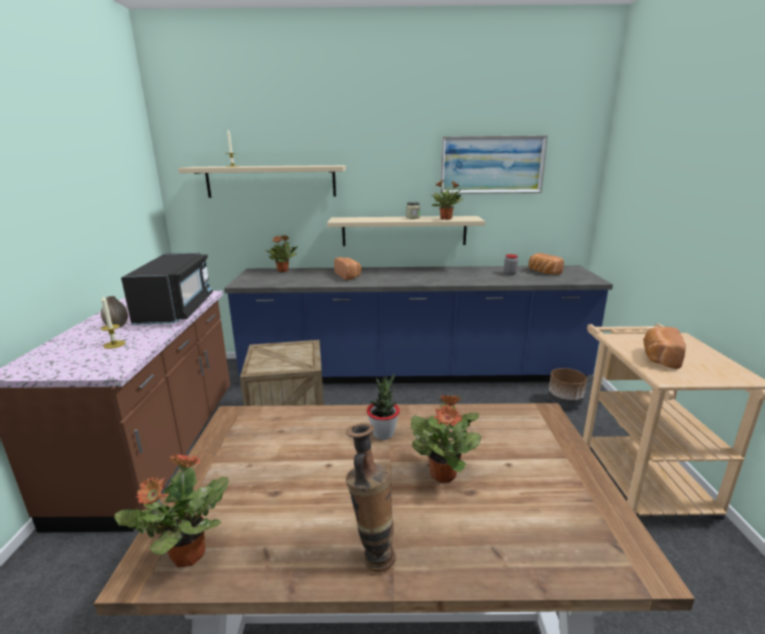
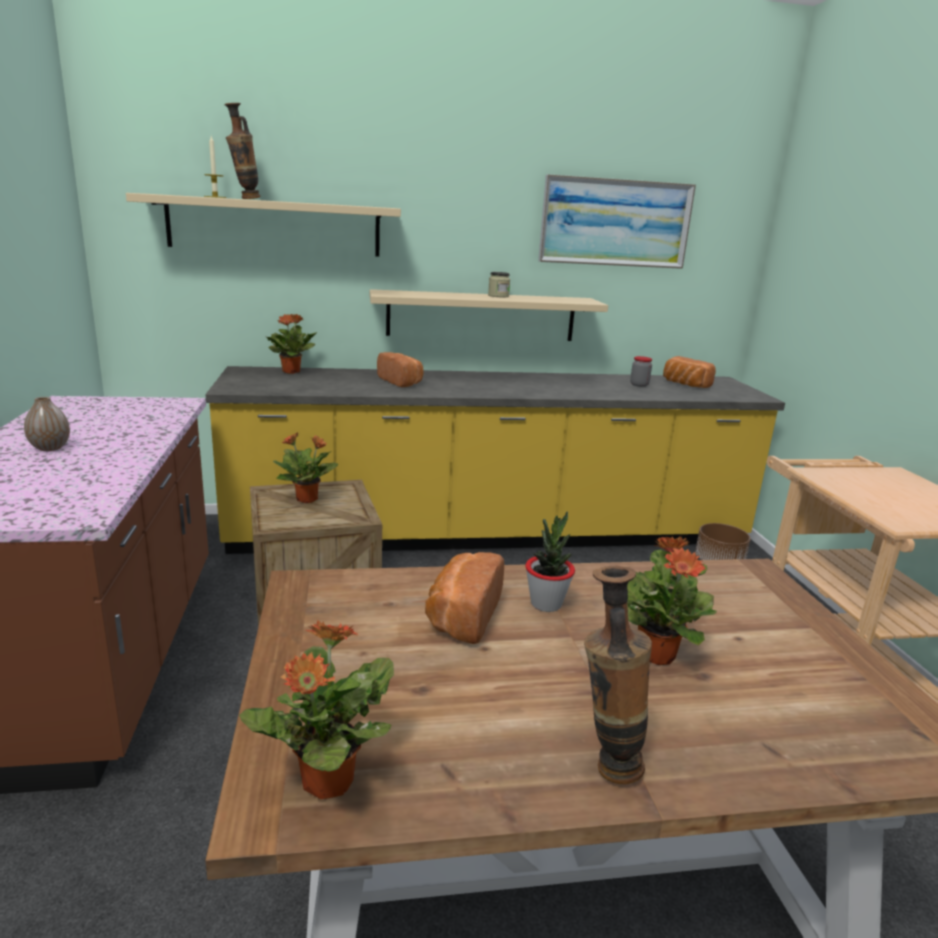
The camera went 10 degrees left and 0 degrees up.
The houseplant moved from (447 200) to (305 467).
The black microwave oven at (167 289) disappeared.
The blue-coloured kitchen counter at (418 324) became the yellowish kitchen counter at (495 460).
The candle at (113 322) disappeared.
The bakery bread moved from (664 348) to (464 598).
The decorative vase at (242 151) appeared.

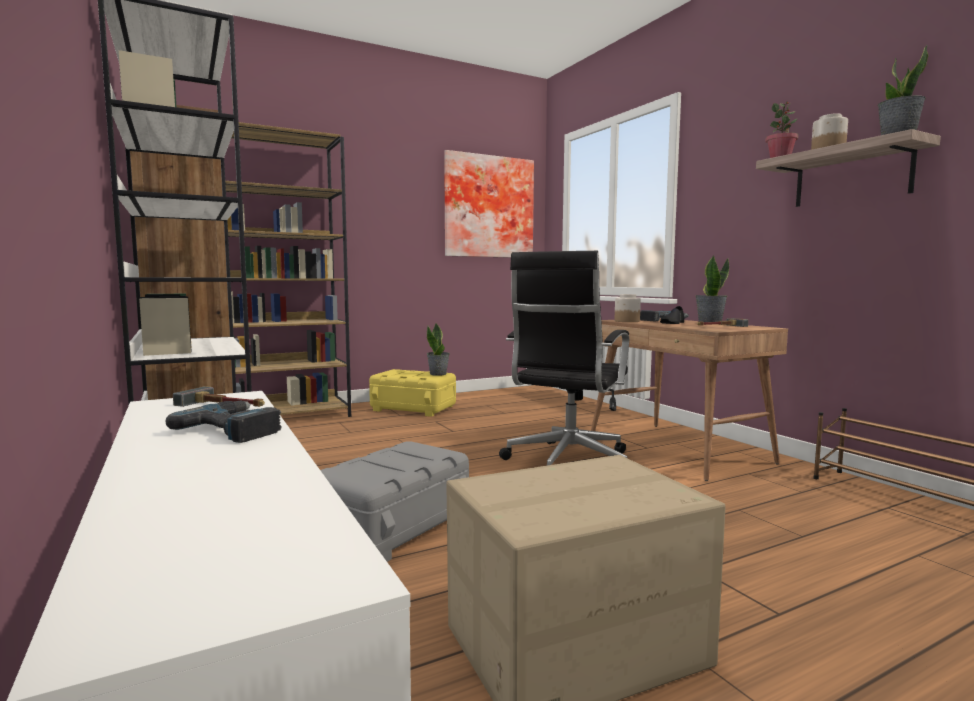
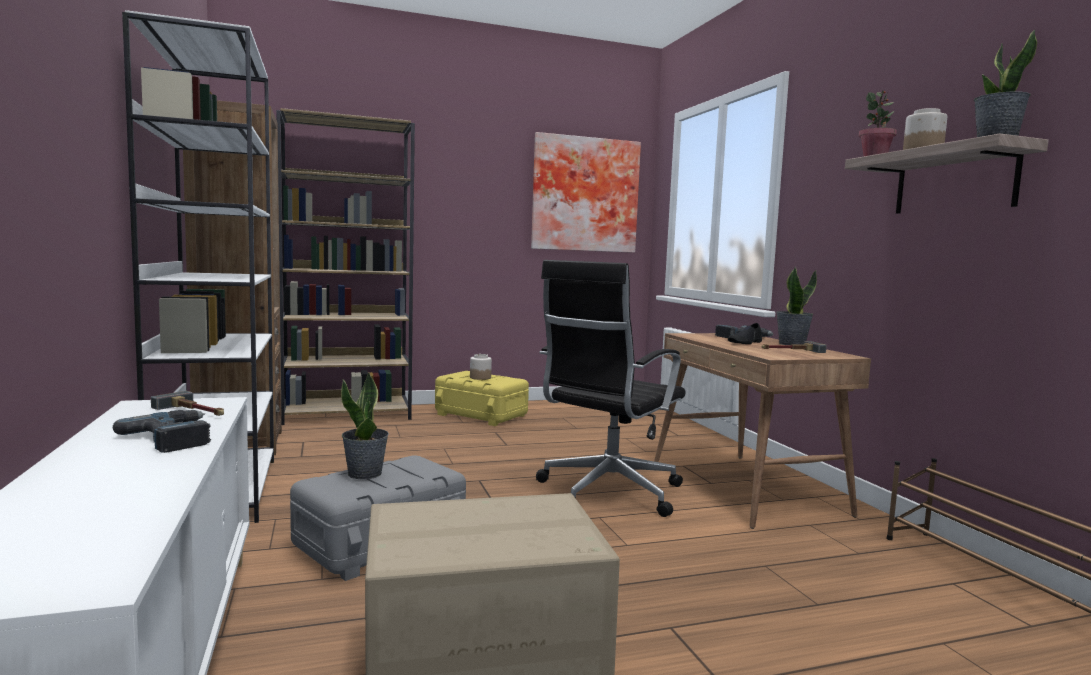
The camera went 10 degrees right and 0 degrees up.
The jar moved from (628 308) to (481 367).
The houseplant moved from (438 349) to (365 426).

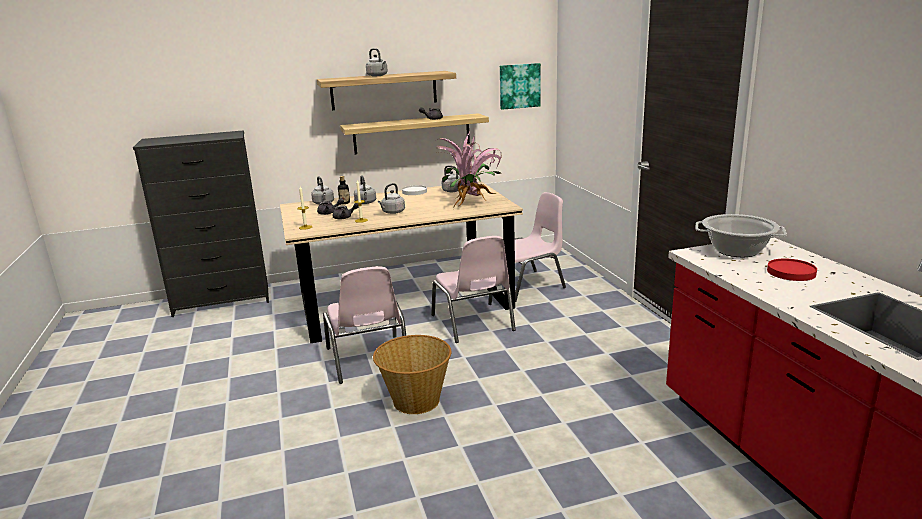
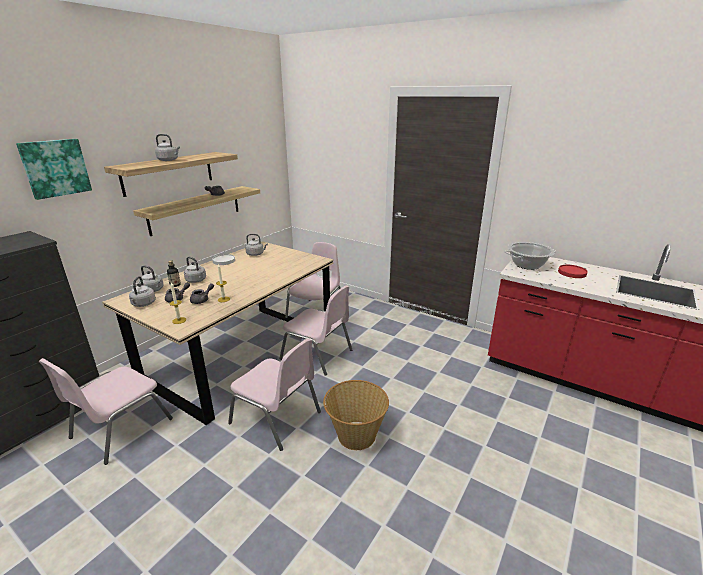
The camera went 40 degrees left and 5 degrees up.
The wall picture moved from (520 86) to (54 169).
The houseplant at (469 169) disappeared.
The grey tea kettle moved from (391 198) to (142 291).
The pinkish upright chair at (106 411) appeared.

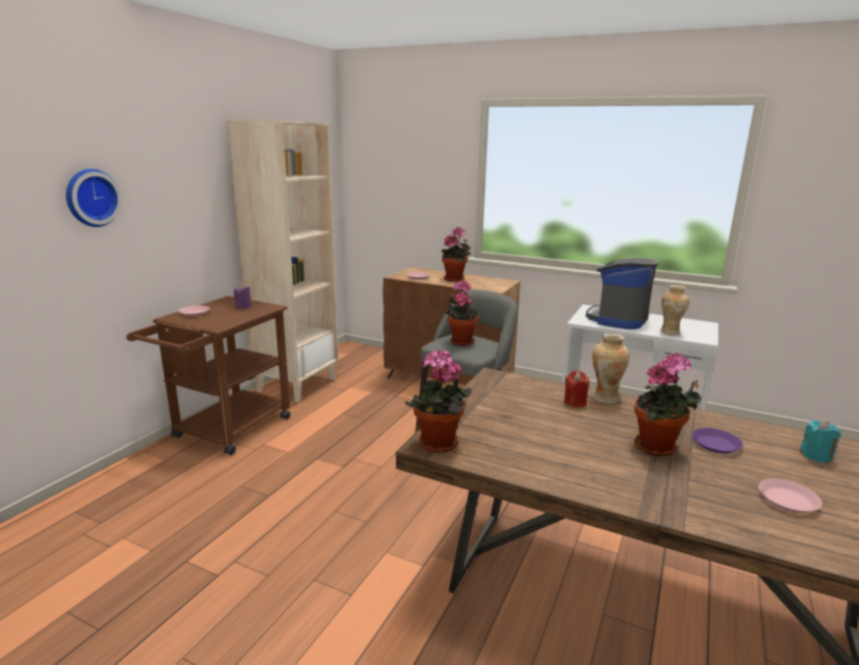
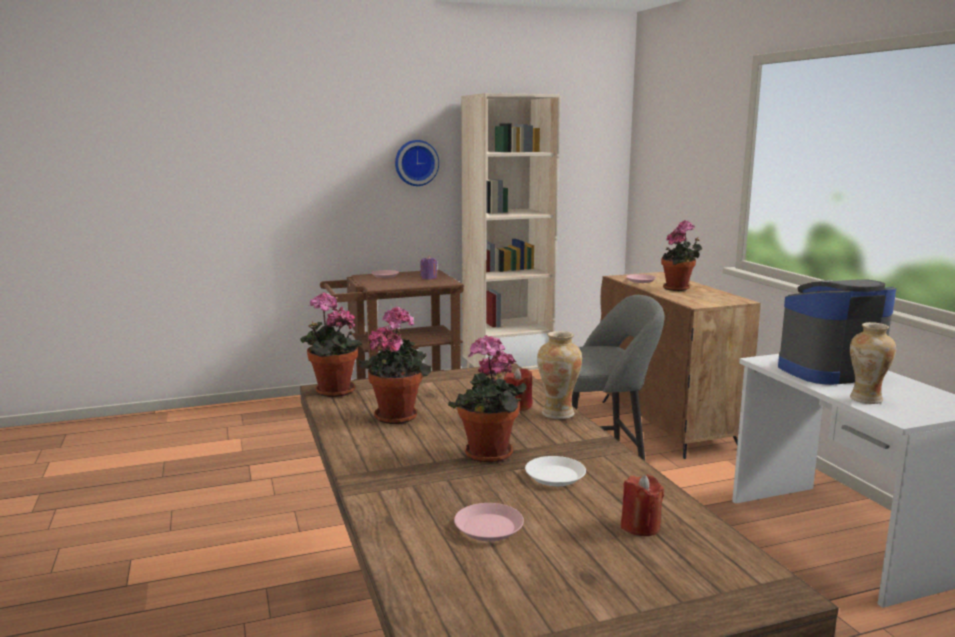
The camera went 45 degrees right and 5 degrees down.
The hanging clock moved from (94 198) to (417 163).
The houseplant moved from (461 313) to (395 365).
The blue-green candle at (820 441) became the reddish candle at (642 505).
The purplish dinner plate at (717 441) became the white-coloured dinner plate at (555 471).

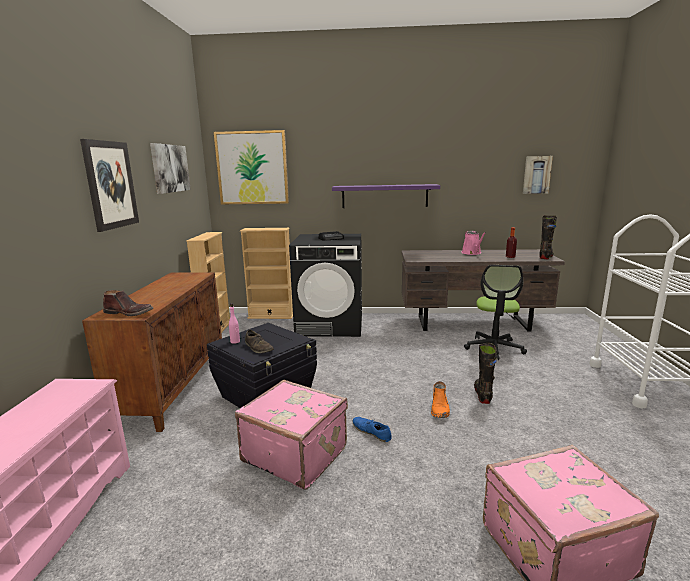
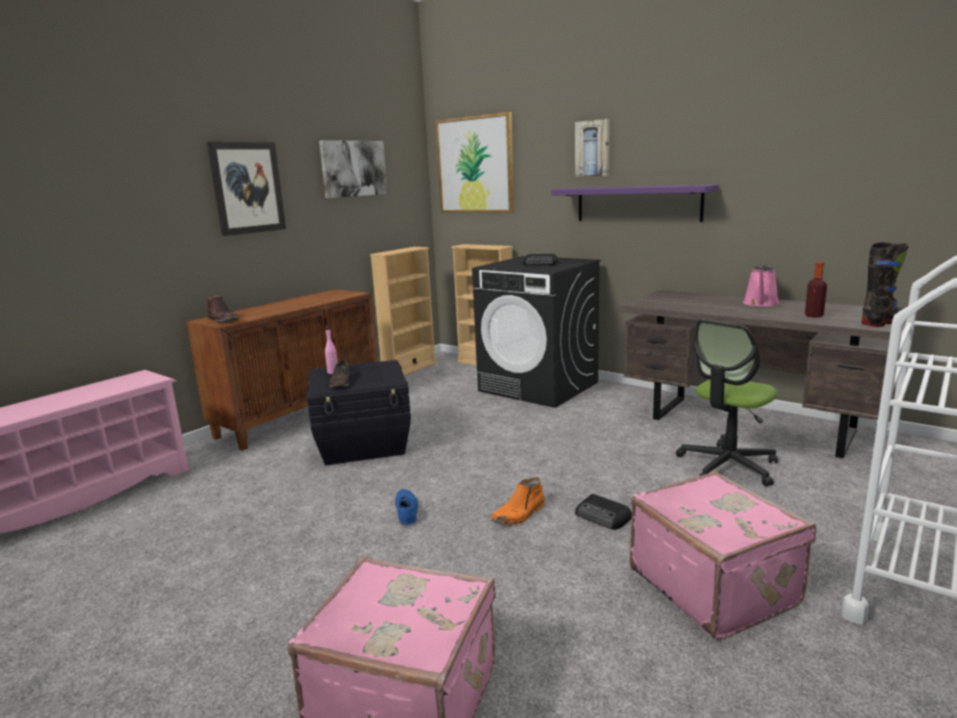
The camera went 35 degrees right and 0 degrees up.
The wall picture moved from (538 175) to (592 148).
The black high-top boot at (485 373) was replaced by the radio receiver at (603 512).
The pinkish travel case moved from (291 435) to (722 555).

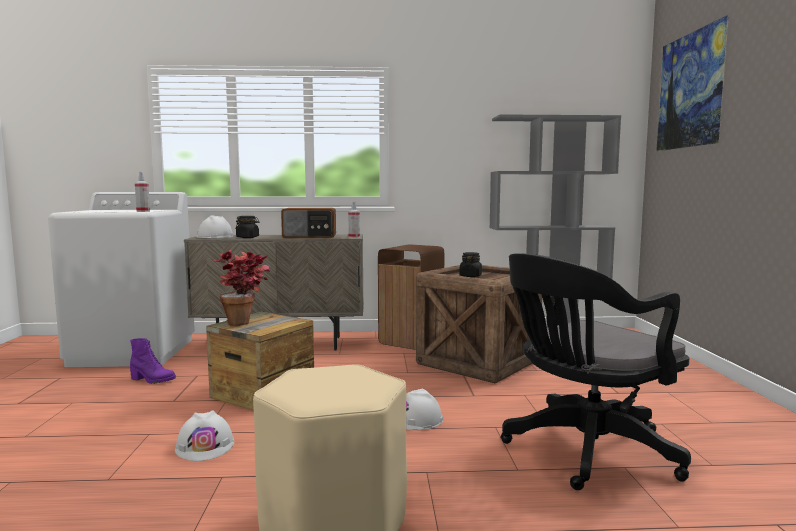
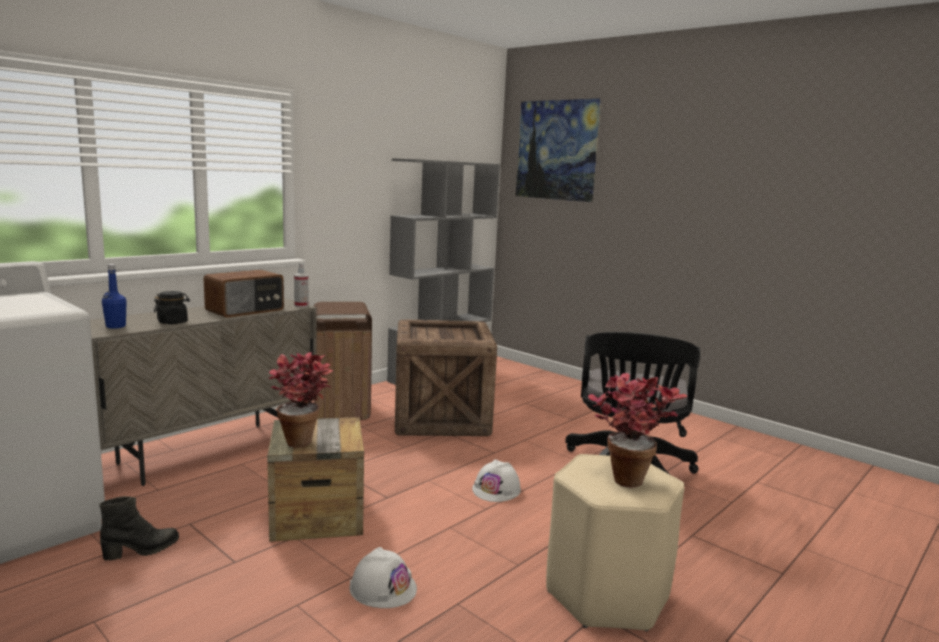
The camera went 45 degrees left and 5 degrees up.
The sprayer at (142 192) disappeared.
The white-coloured hard hat at (214 226) was replaced by the blue-coloured beverage bottle at (114 296).
The black jar at (470 264) disappeared.
The purplish high-top boot at (153 361) became the black high-top boot at (139 528).
The houseplant at (637 430) appeared.

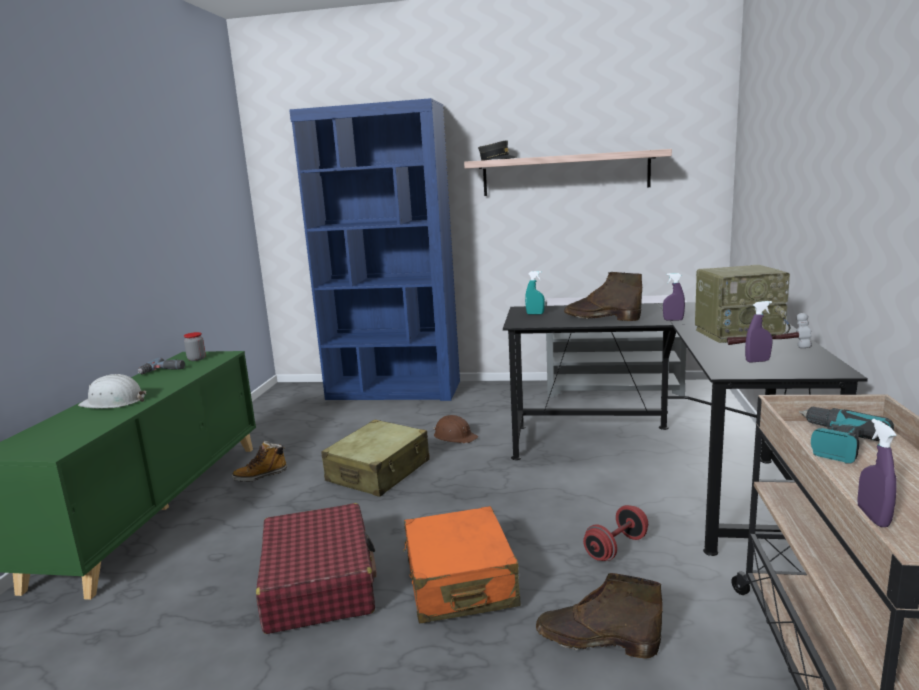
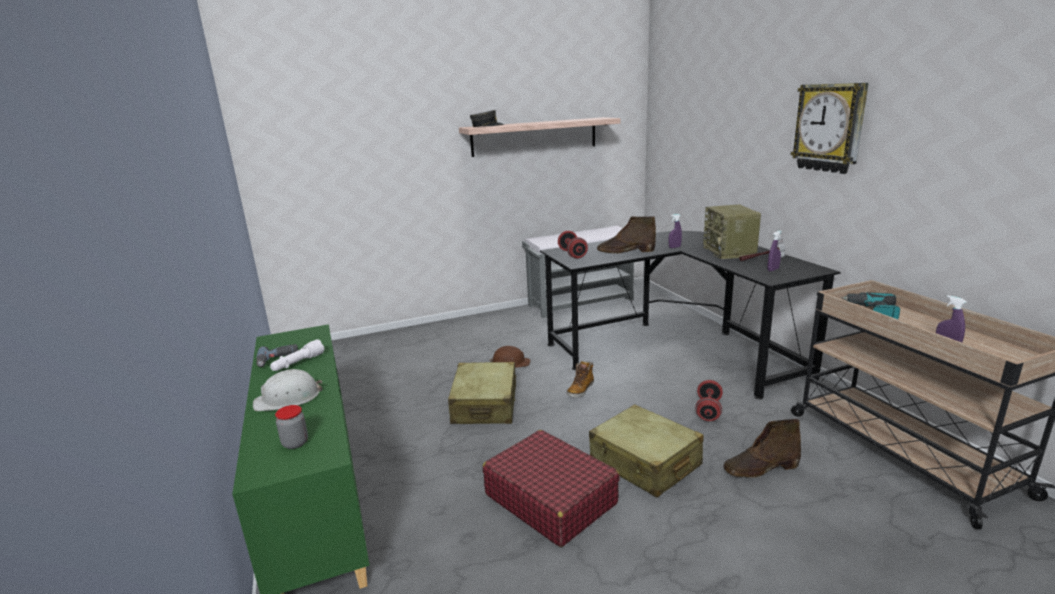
The camera went 30 degrees left and 5 degrees up.
The blue-coloured bookcase at (374 249) disappeared.
The radio receiver at (742 304) turned 120 degrees clockwise.
The blue-green sprayer at (535 293) was replaced by the reddish free weight at (573 245).
The jar moved from (195 346) to (291 427).
The high-top boot moved from (259 461) to (580 379).
The orange-coloured travel case at (462 565) became the sand-coloured travel case at (646 451).
The hanging clock at (830 128) appeared.
The white-coloured hand torch at (297 355) appeared.

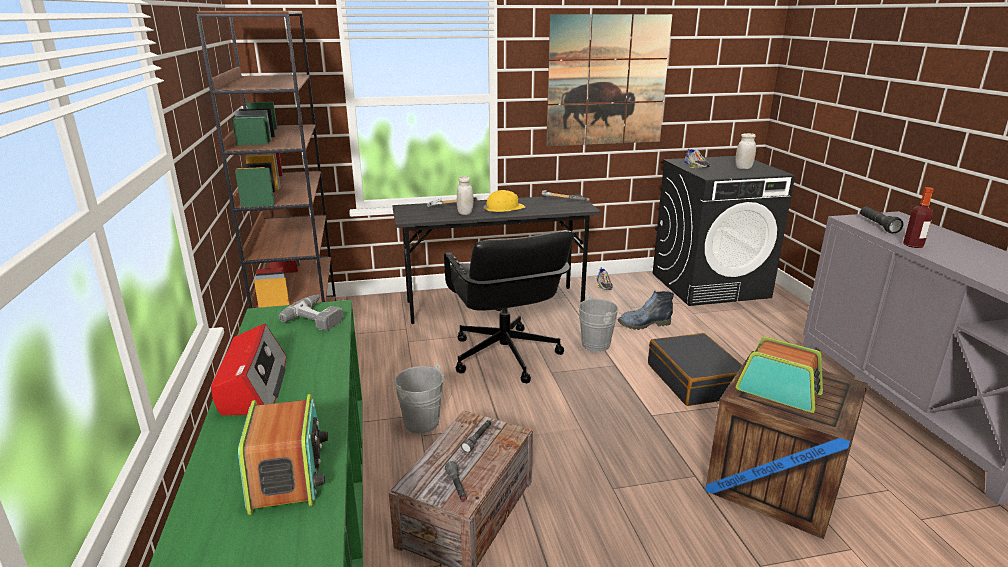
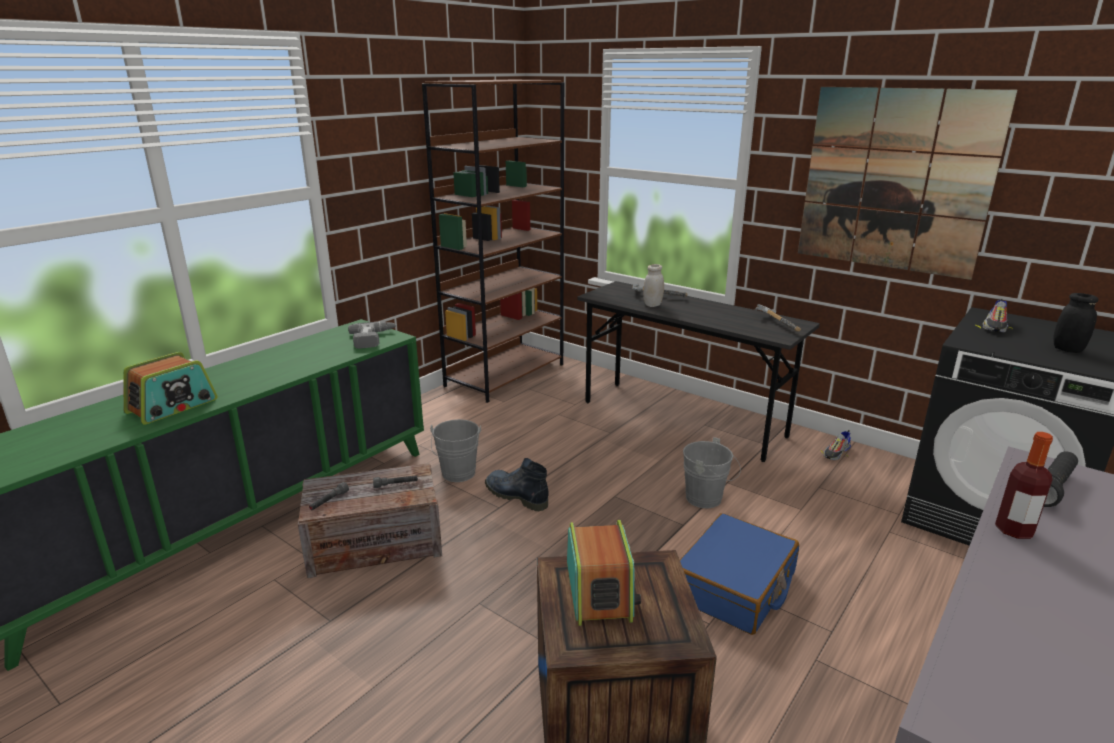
The camera went 50 degrees right and 0 degrees up.
The white-coloured jar at (745 151) became the black jar at (1075 323).
The yellowish hard hat at (504 201) disappeared.
The black desk chair at (509 307) disappeared.
The high-top boot moved from (646 310) to (517 484).
The radio receiver at (249 369) disappeared.
The black travel case at (695 369) became the blue-coloured travel case at (739 574).

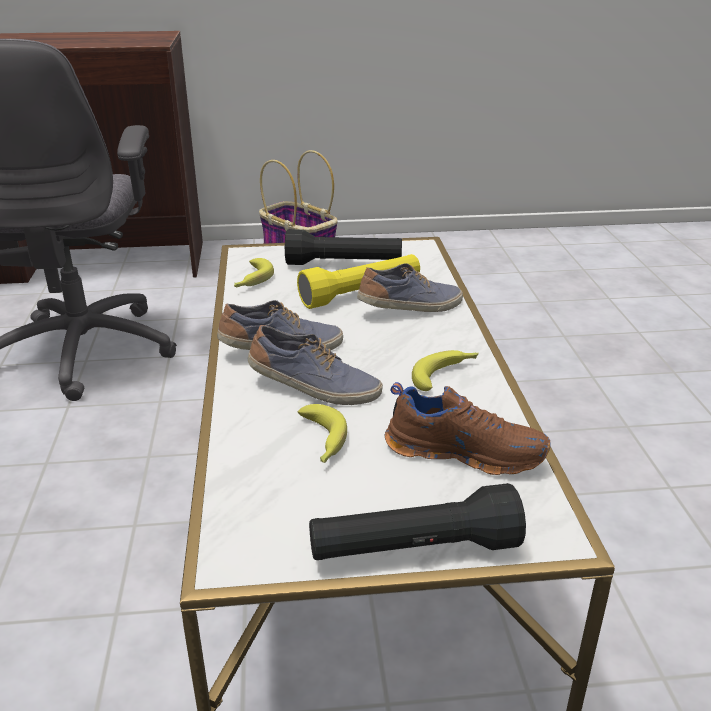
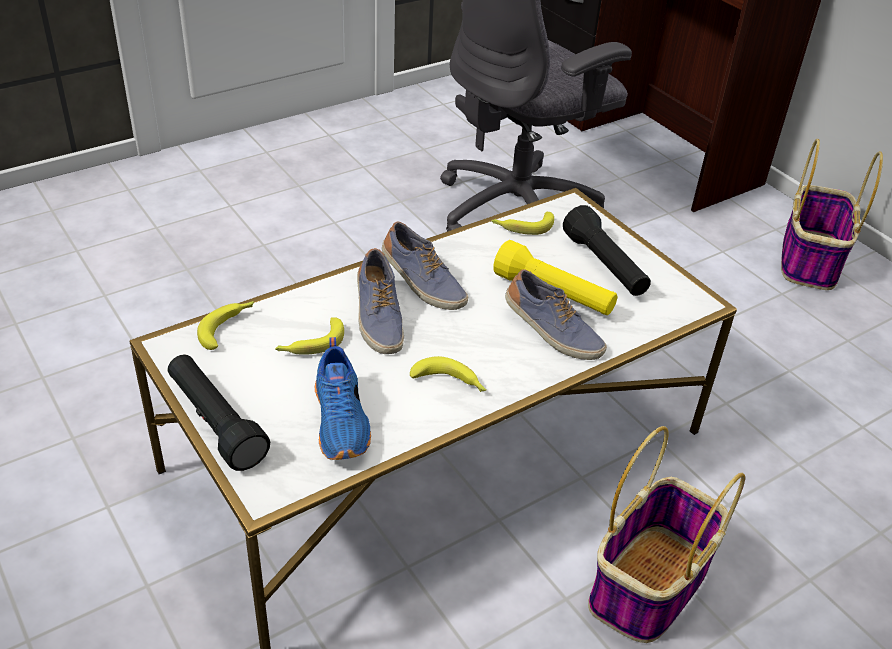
The camera went 60 degrees right and 10 degrees up.
The brown-coloured item of footwear at (468 428) became the blue-coloured item of footwear at (343 398).
The whole banana at (225 325) appeared.
The household basket at (666 534) appeared.

